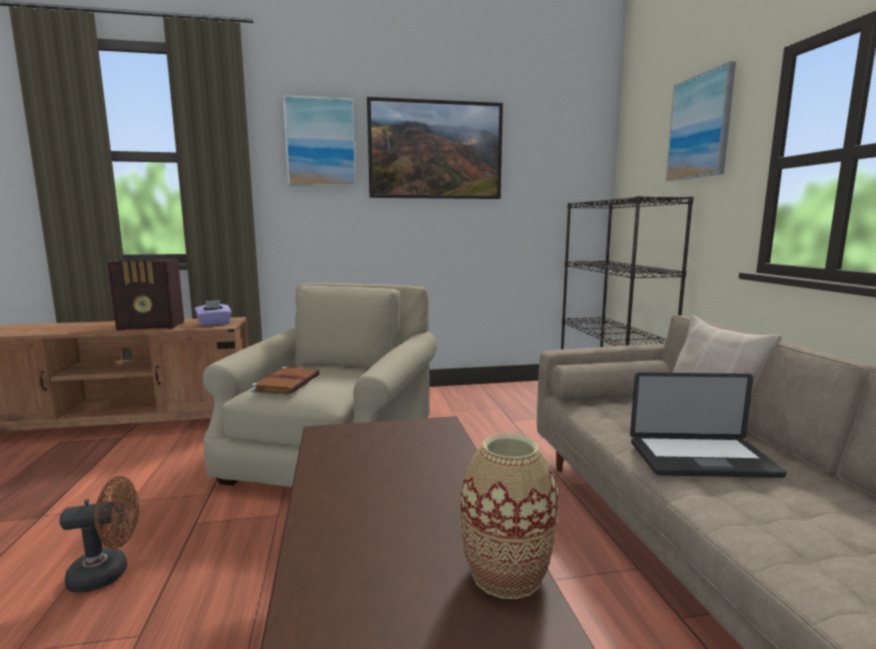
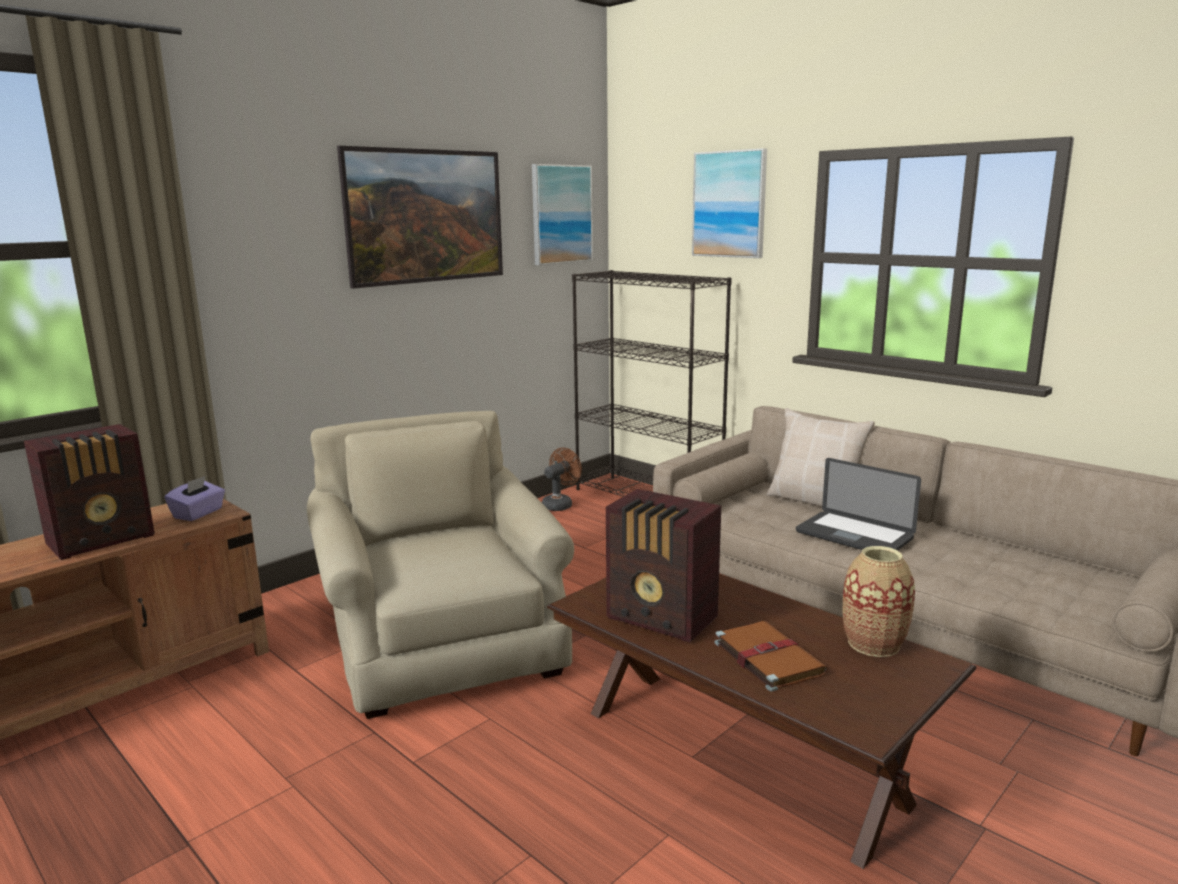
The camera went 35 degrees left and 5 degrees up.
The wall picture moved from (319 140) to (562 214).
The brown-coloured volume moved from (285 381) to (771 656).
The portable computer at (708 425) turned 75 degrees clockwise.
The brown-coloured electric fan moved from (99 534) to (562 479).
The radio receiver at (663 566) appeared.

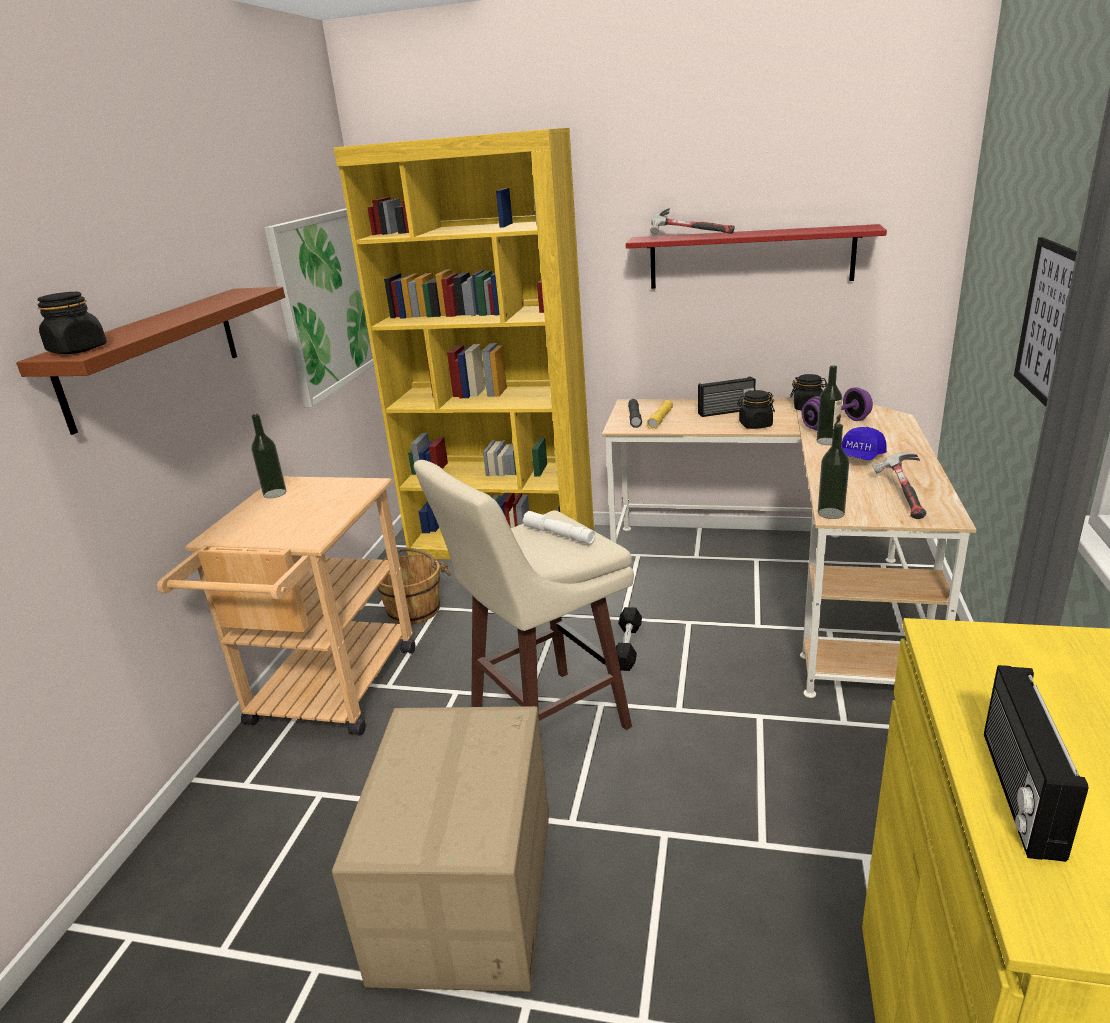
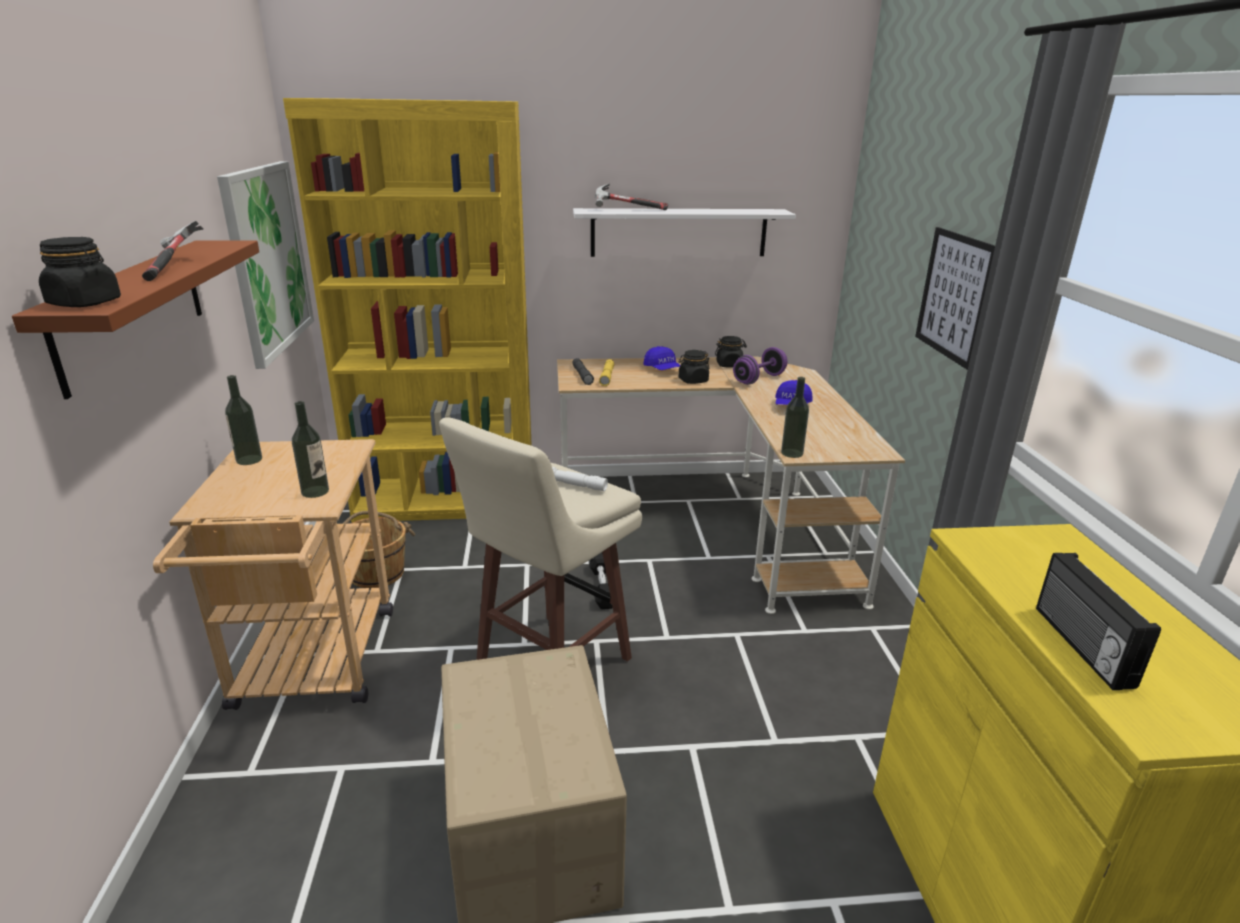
The camera went 20 degrees left and 0 degrees up.
The reddish wall shelf at (756 256) became the white-coloured wall shelf at (684 232).
The beverage bottle moved from (829 405) to (310 449).
The radio receiver at (727 397) was replaced by the blue-coloured baseball cap at (661 358).
The hammer moved from (899 486) to (172 251).

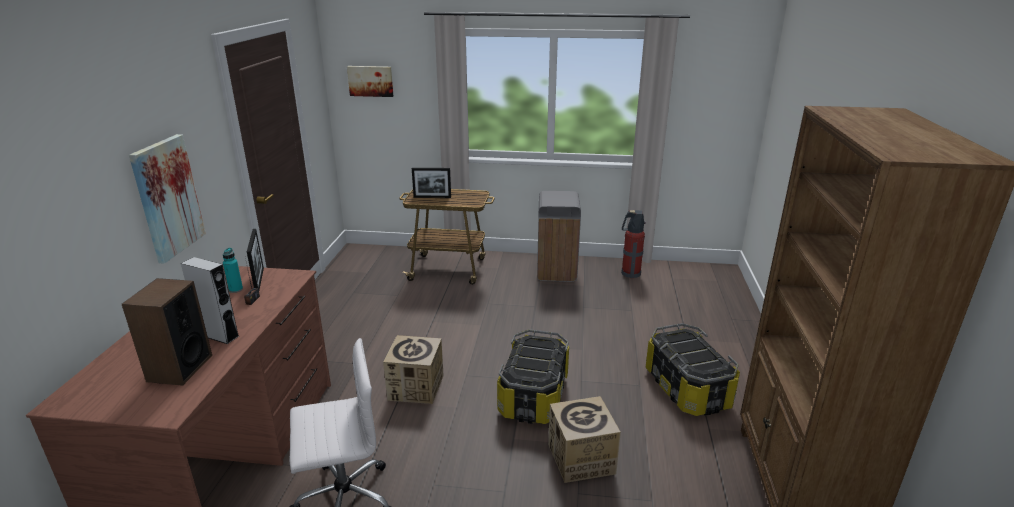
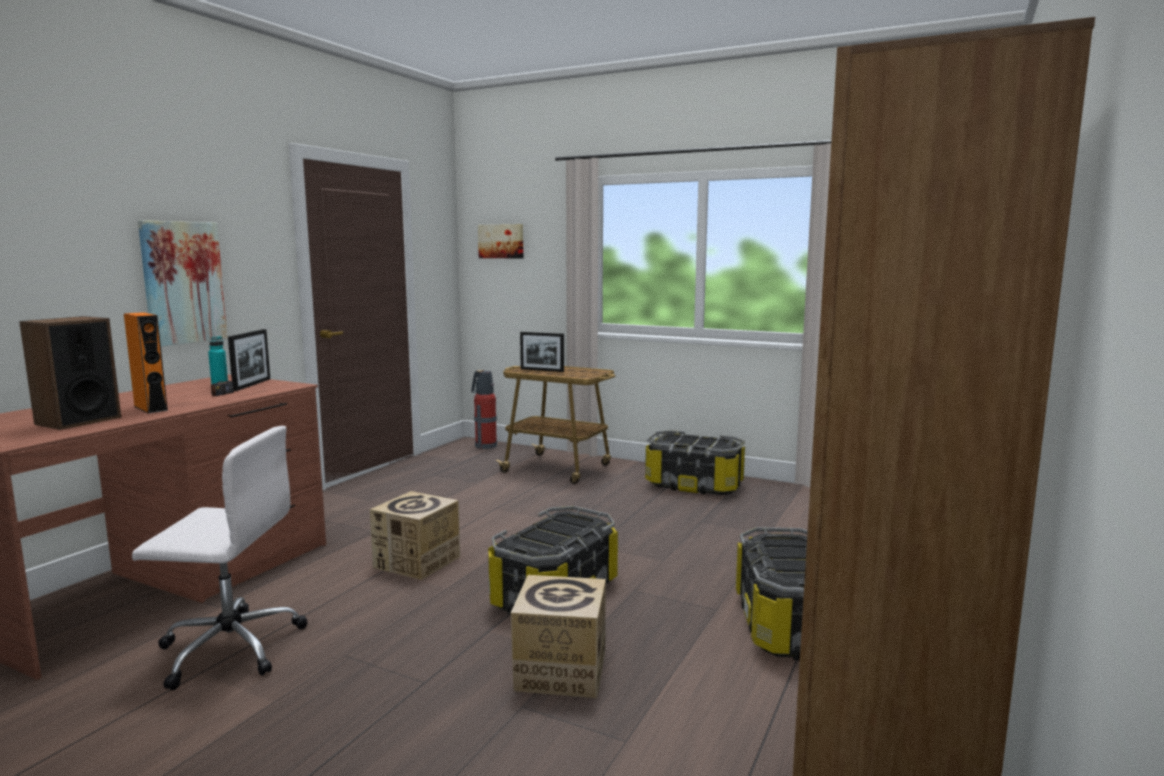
The camera went 20 degrees right and 15 degrees down.
The grey waste bin at (559 236) was replaced by the storage bin at (695 462).
The extinguisher moved from (633 244) to (484 409).
The grey audio speaker at (210 300) became the orange-coloured audio speaker at (146 362).

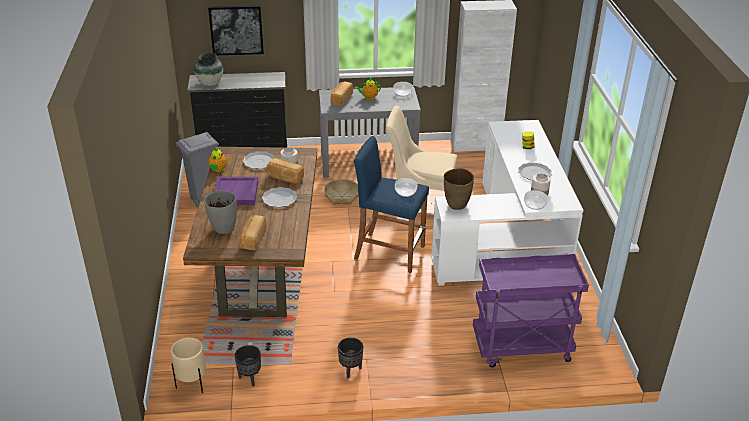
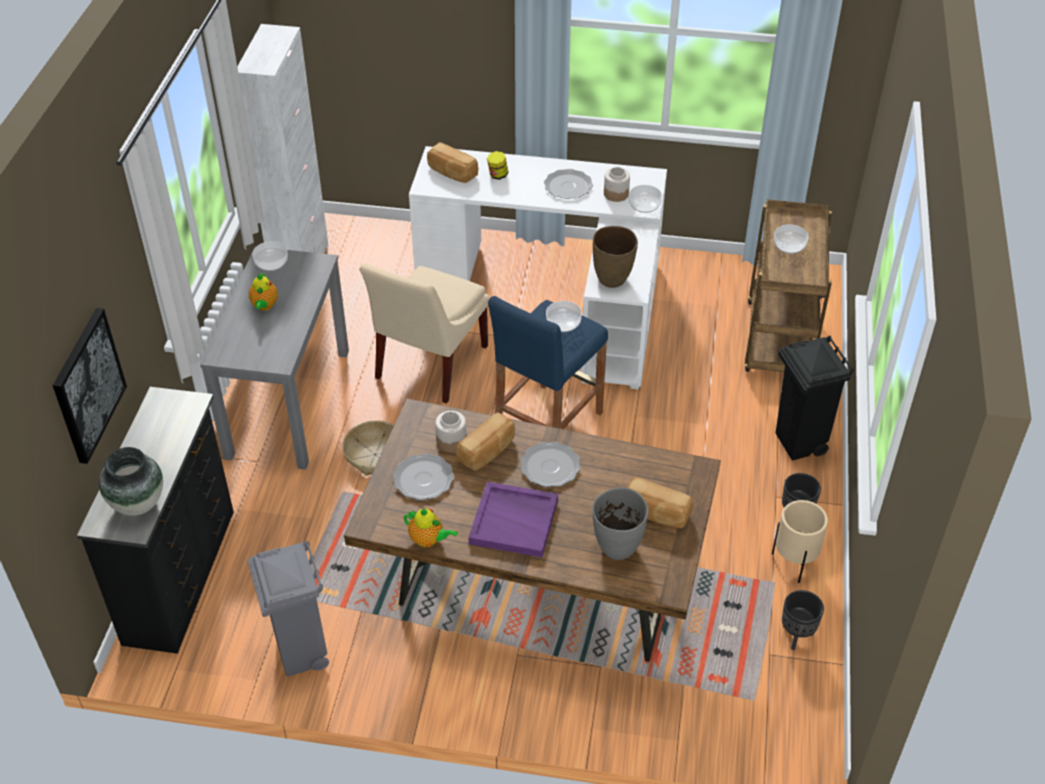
The camera went 75 degrees left and 10 degrees up.
The bakery bread moved from (342 94) to (452 162).
The purplish wheeled cart at (531 310) became the brown-coloured wheeled cart at (788 285).
The sand-coloured planter moved from (188 365) to (800 541).
The deep dish at (791 239) appeared.
The black waste bin at (814 398) appeared.

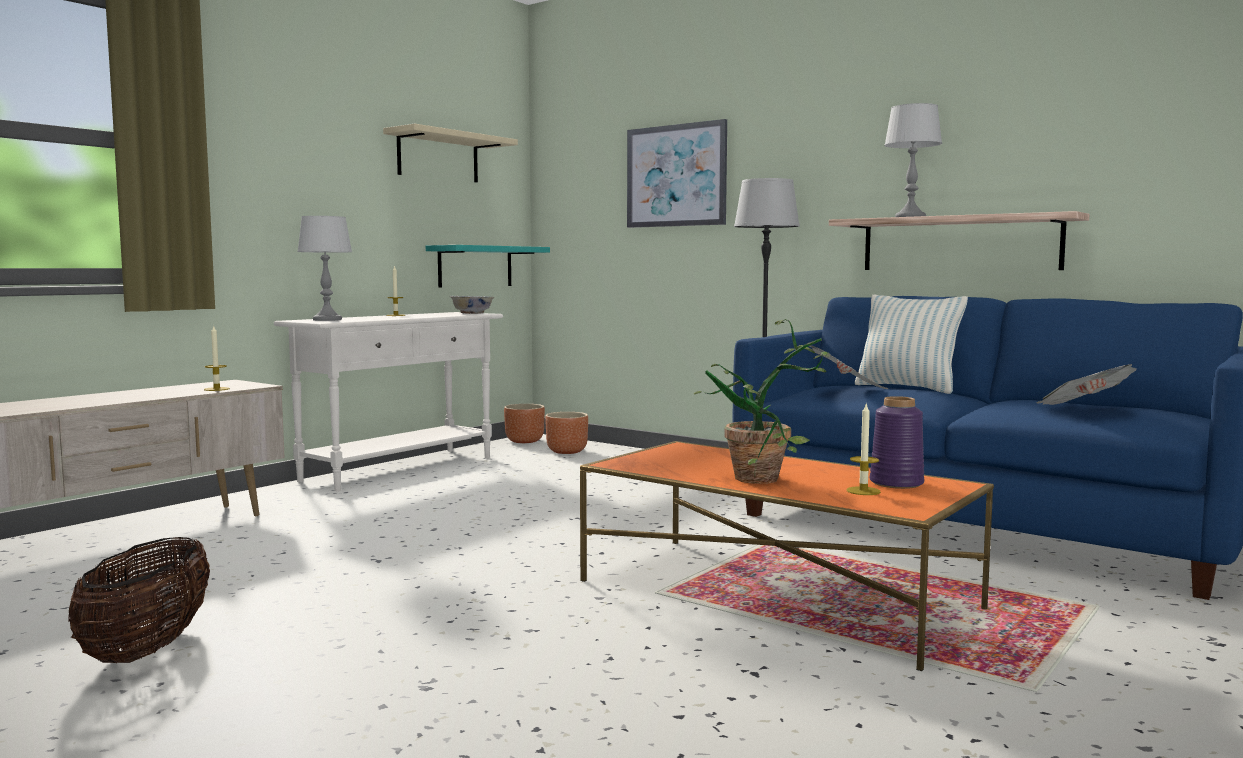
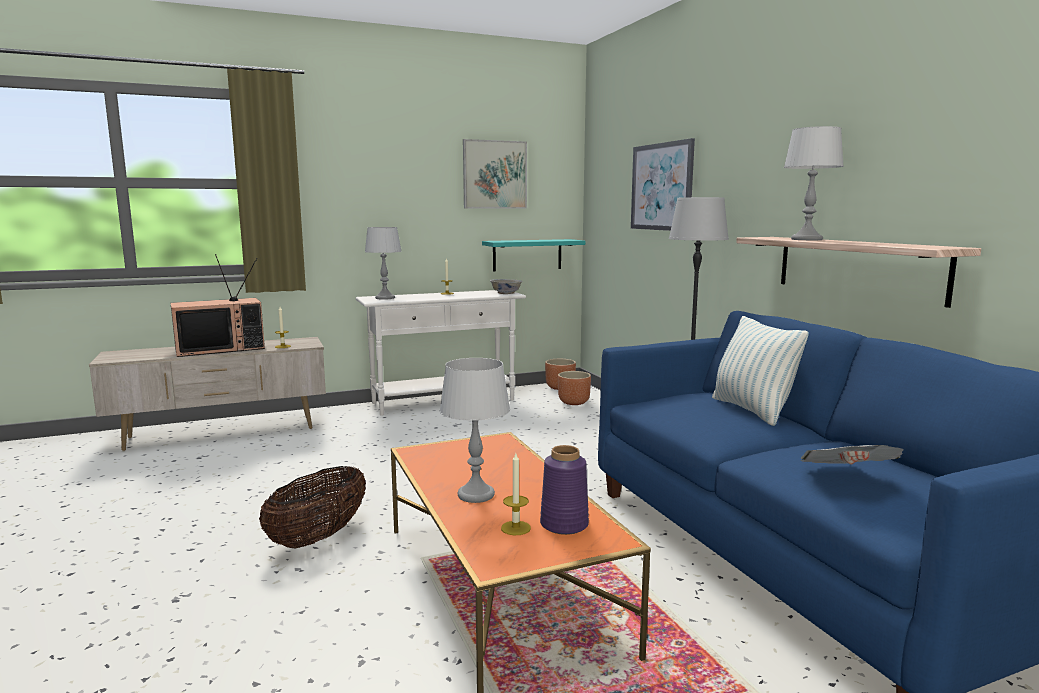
The camera went 30 degrees right and 5 degrees up.
The sand-coloured wall shelf at (450 153) was replaced by the wall picture at (495 174).
The houseplant at (762 401) was replaced by the grey lamp for a table at (474 430).
The daily paper at (848 367) disappeared.
The household basket moved from (139 600) to (312 507).
The TV set at (218 305) appeared.

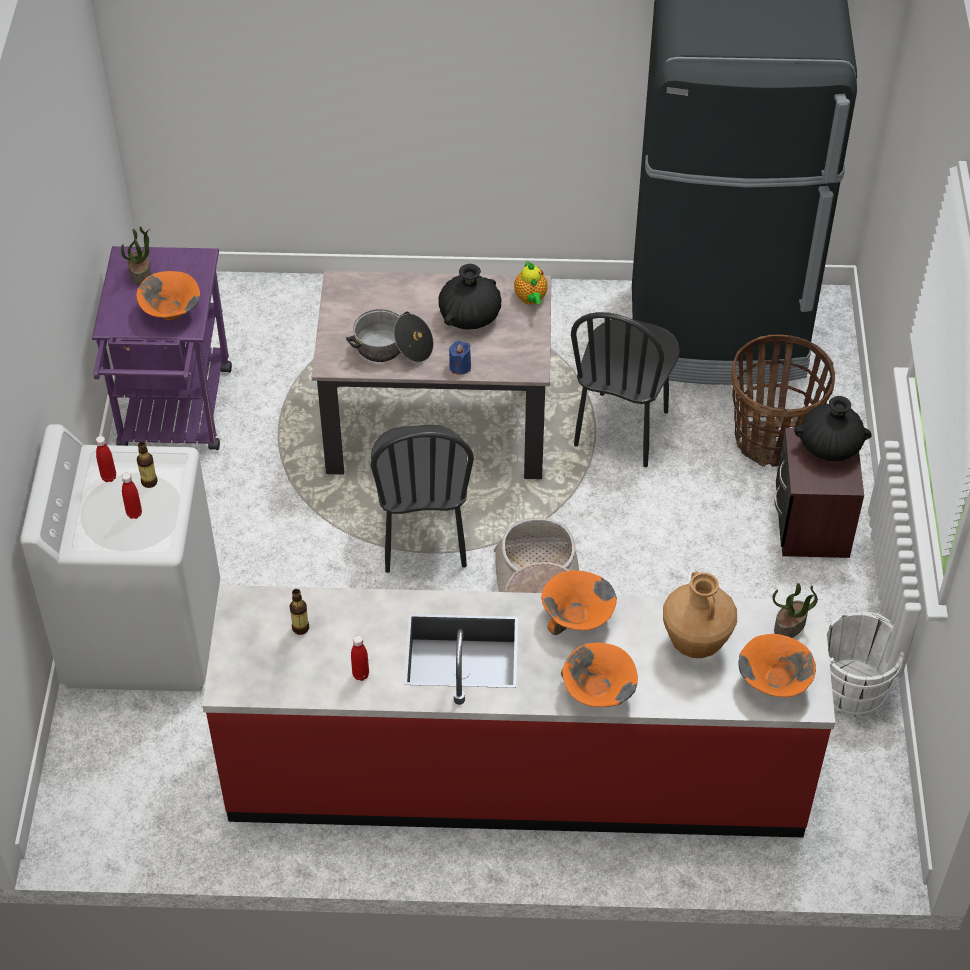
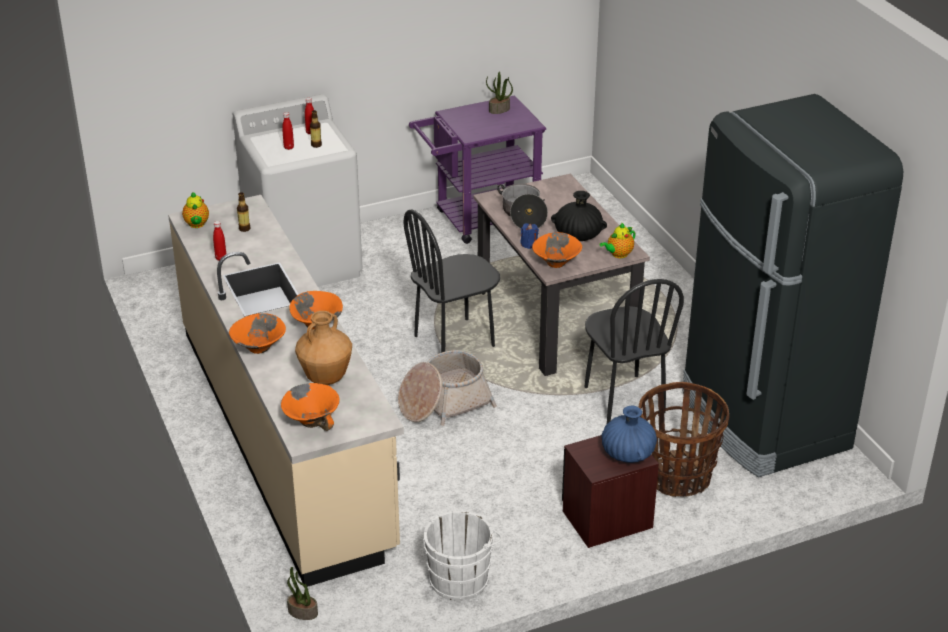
The camera went 65 degrees right and 15 degrees down.
The orange-coloured deep dish moved from (168 295) to (557 250).
The black upright chair at (625 389) turned 105 degrees counterclockwise.
The black decorative vase at (833 428) became the blue-coloured decorative vase at (629 434).
The houseplant moved from (795 610) to (302 593).
The reddish kitchen counter at (518 711) became the sand-coloured kitchen counter at (286 391).
The teapot at (195 210) appeared.

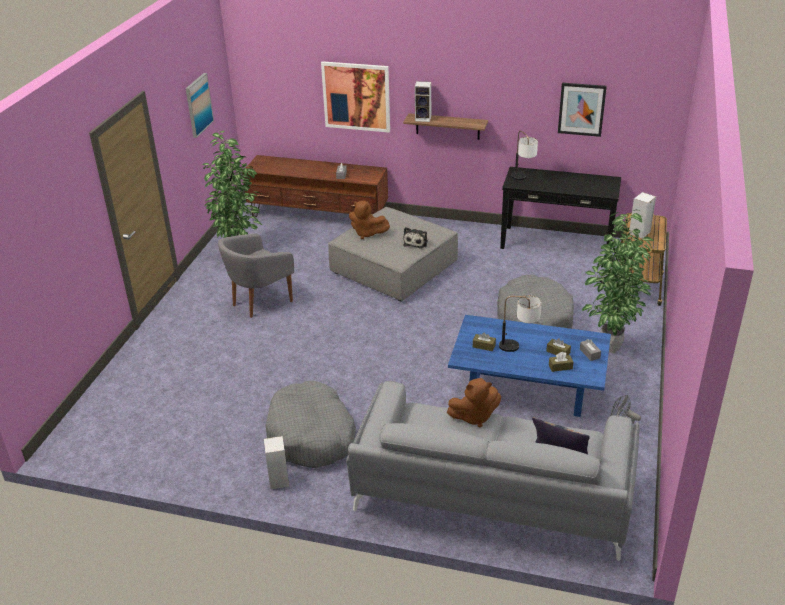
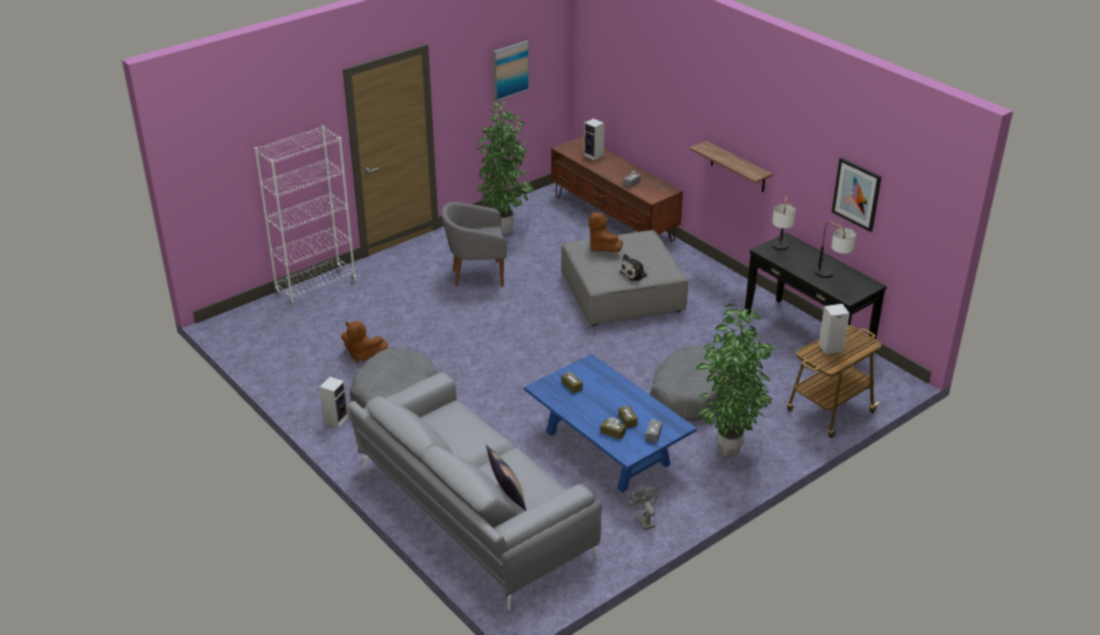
The camera went 35 degrees right and 0 degrees up.
The wall picture at (355 96) disappeared.
The audio speaker moved from (423 101) to (594 139).
The lamp for a table moved from (520 323) to (835 250).
The brown-coloured cuddly toy moved from (474 402) to (364 342).
The white-coloured bookcase at (305 216) appeared.

